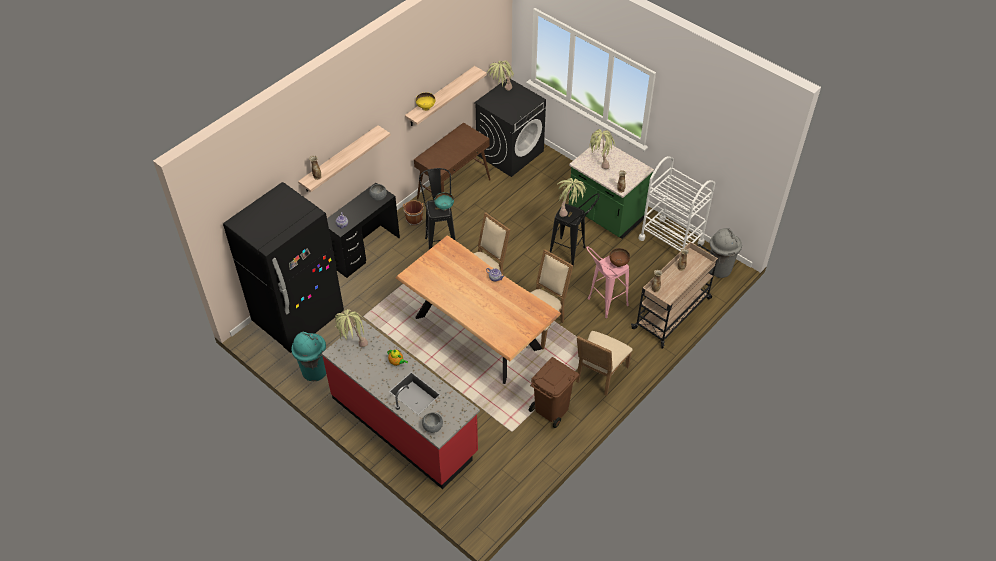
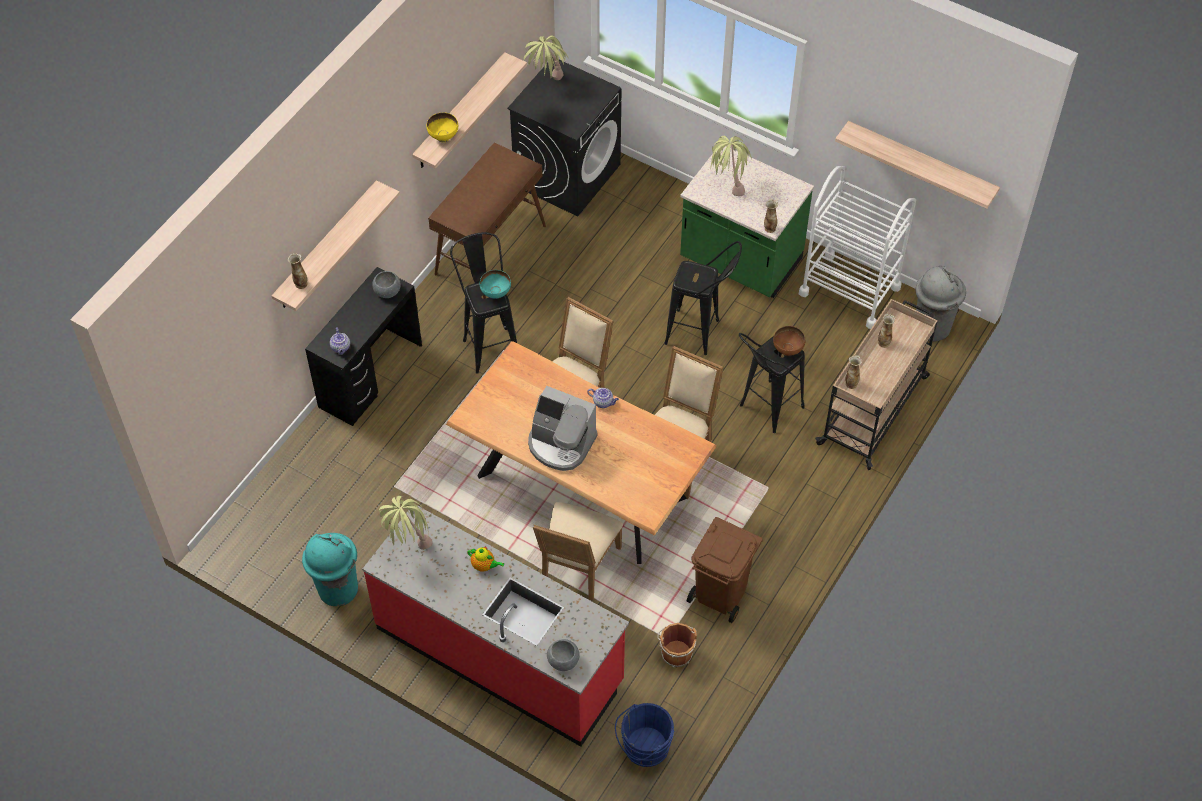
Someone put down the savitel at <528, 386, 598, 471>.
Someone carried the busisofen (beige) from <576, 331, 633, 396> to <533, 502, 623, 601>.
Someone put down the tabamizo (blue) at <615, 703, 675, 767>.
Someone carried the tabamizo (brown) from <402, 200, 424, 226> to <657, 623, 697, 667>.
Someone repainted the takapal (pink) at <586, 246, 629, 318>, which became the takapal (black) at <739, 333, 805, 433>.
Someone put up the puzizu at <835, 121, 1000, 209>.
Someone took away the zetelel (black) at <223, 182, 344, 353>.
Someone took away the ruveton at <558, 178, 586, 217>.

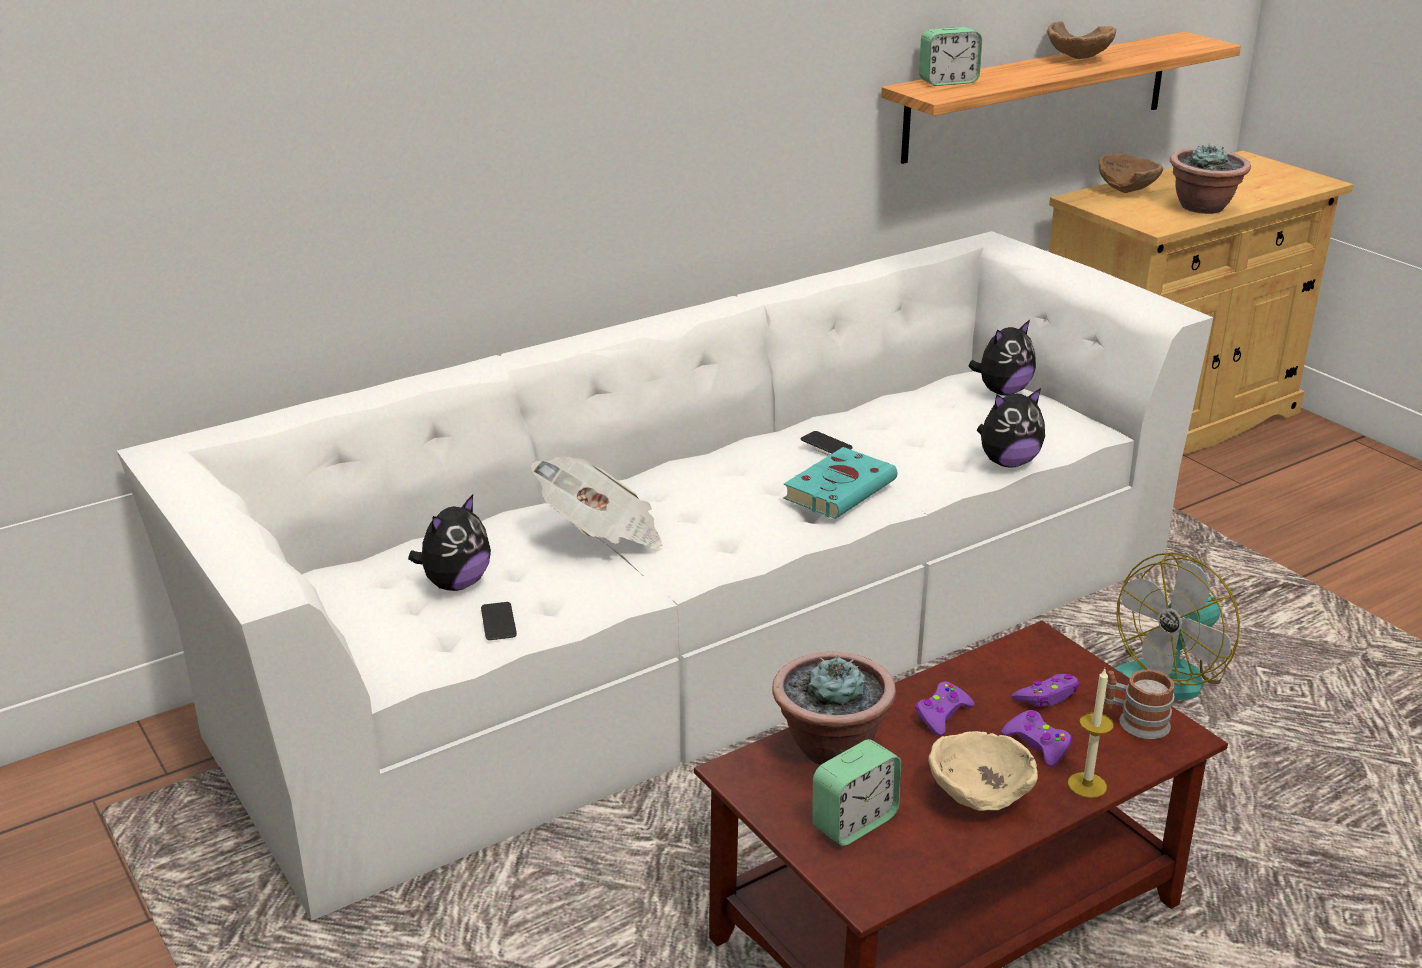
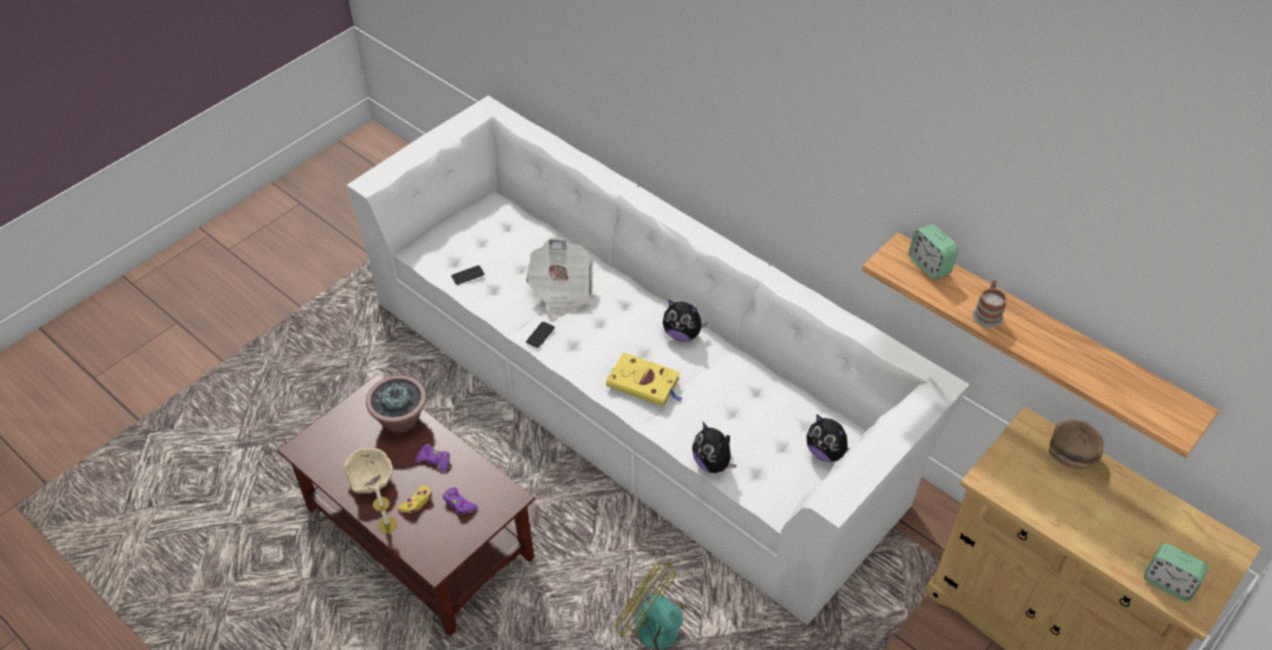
Someone repainted the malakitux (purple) at <1002, 710, 1072, 767>, which became the malakitux (yellow) at <398, 485, 432, 513>.
Someone carried the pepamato from <801, 431, 853, 454> to <526, 322, 555, 348>.
Someone repainted the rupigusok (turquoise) at <783, 447, 897, 519>, which became the rupigusok (yellow) at <606, 352, 683, 407>.
Someone carried the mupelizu from <408, 494, 491, 591> to <663, 300, 708, 342>.
Someone carried the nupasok from <1104, 670, 1174, 739> to <973, 280, 1007, 328>.
Someone carried the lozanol from <812, 739, 901, 846> to <1144, 543, 1208, 601>.
Someone took away the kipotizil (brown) at <1047, 21, 1116, 59>.
Someone took away the ruveton at <1170, 143, 1251, 214>.

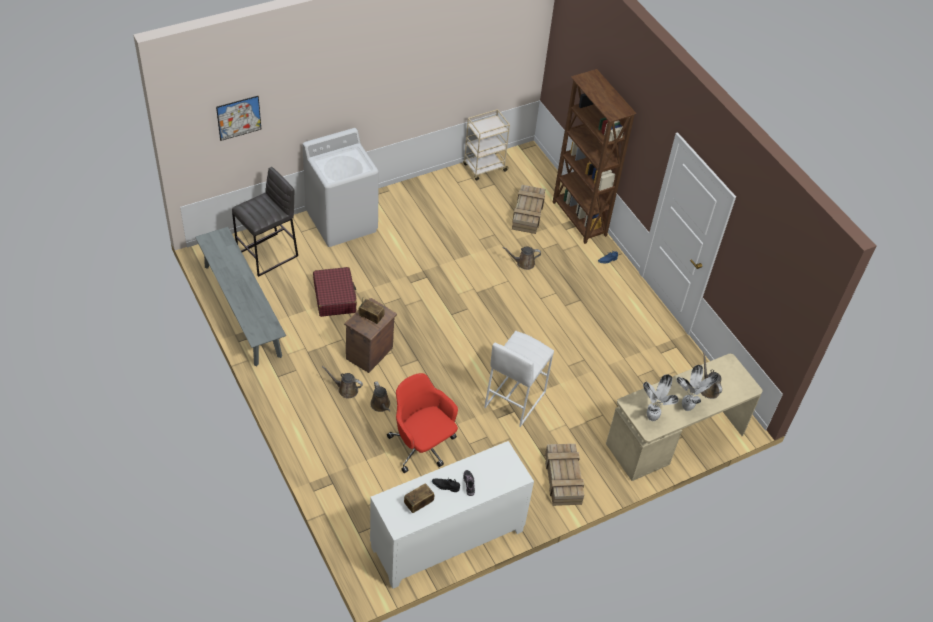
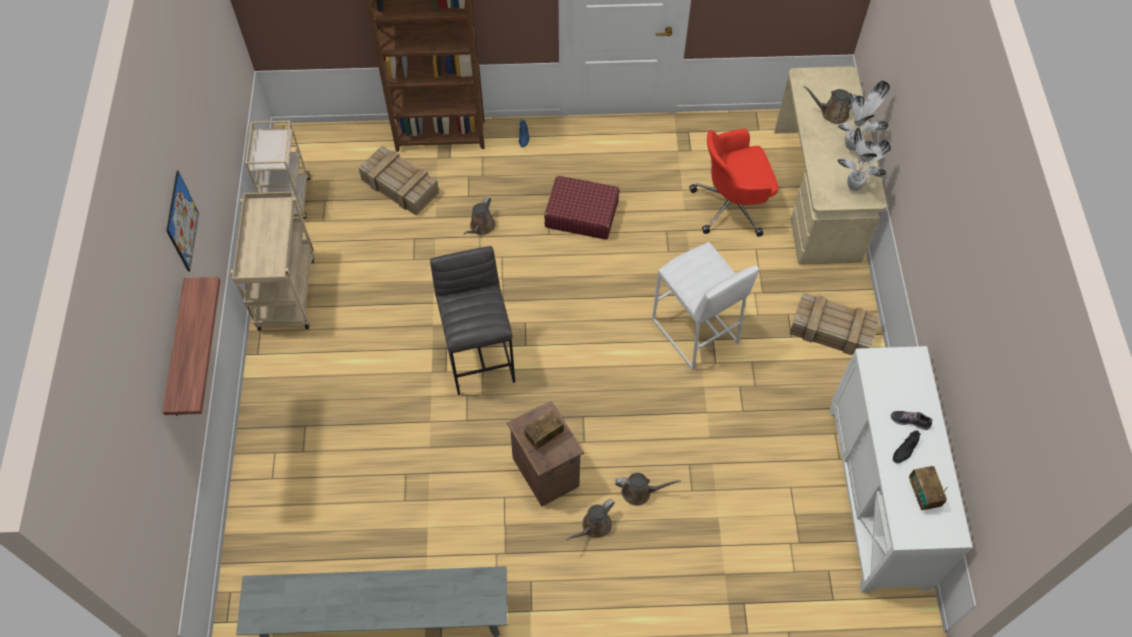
Someone put up the puzizu at <162, 277, 220, 416>.
Someone carried the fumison from <216, 96, 261, 141> to <166, 171, 199, 272>.
Someone put down the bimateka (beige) at <231, 192, 314, 331>.
Someone carried the takapal (grey) from <232, 167, 298, 277> to <430, 246, 515, 395>.
Someone carried the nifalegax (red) from <313, 267, 357, 317> to <544, 176, 620, 239>.
Someone carried the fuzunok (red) from <387, 373, 458, 473> to <689, 129, 778, 237>.
Someone took away the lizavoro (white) at <303, 128, 379, 247>.

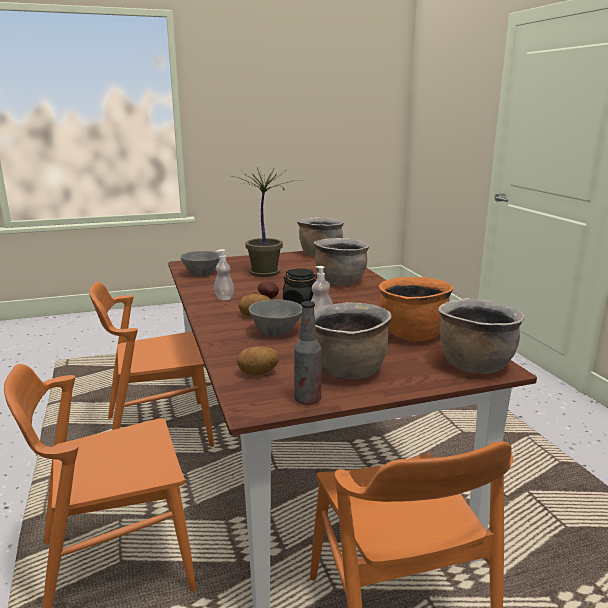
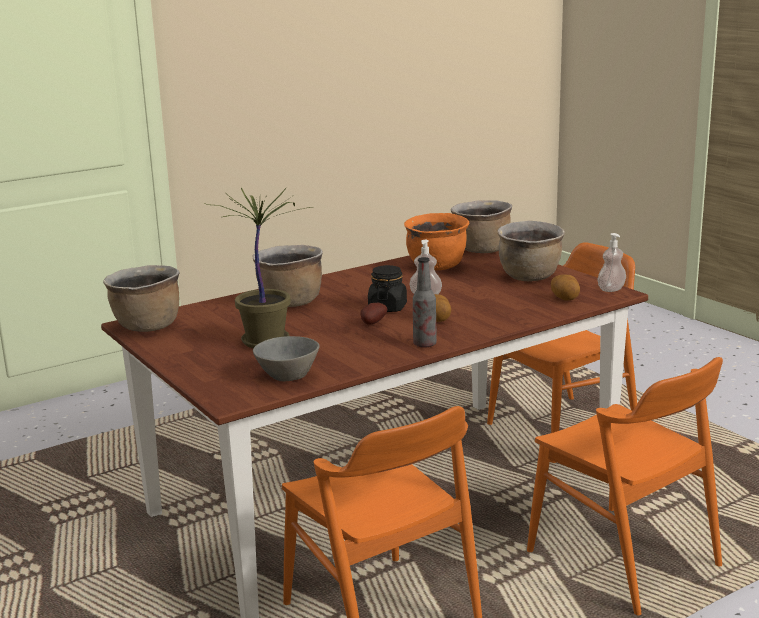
Someone carried the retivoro from <294, 301, 321, 405> to <413, 257, 437, 348>.
Someone carried the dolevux from <214, 249, 234, 300> to <597, 233, 626, 292>.
Someone took away the kipotizil (grey) at <249, 299, 302, 336>.

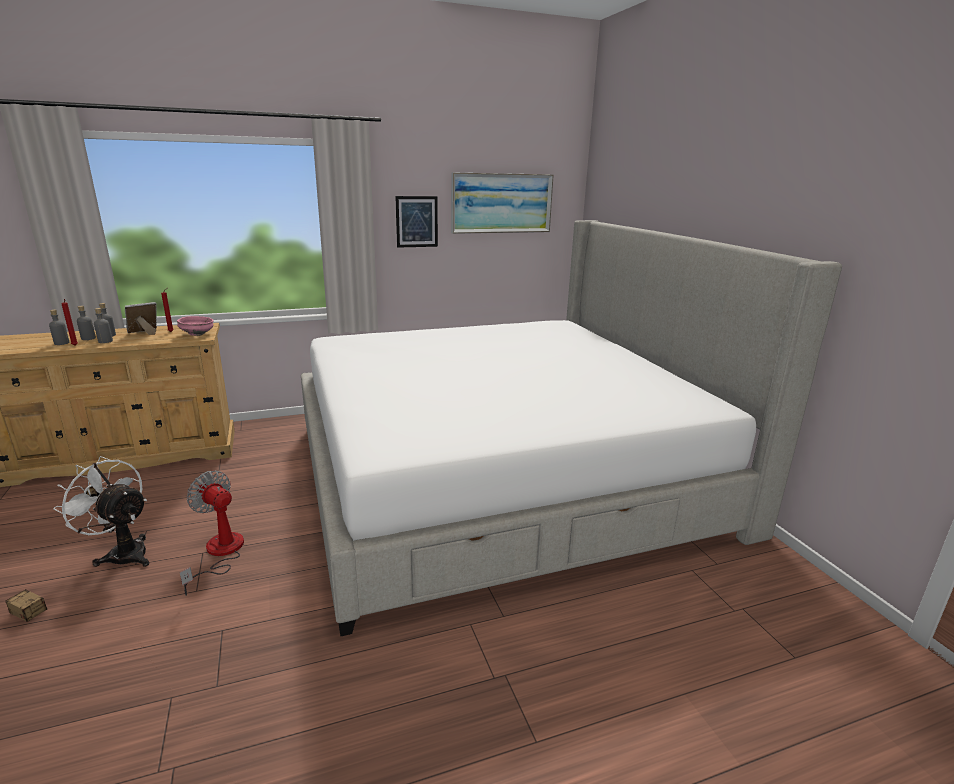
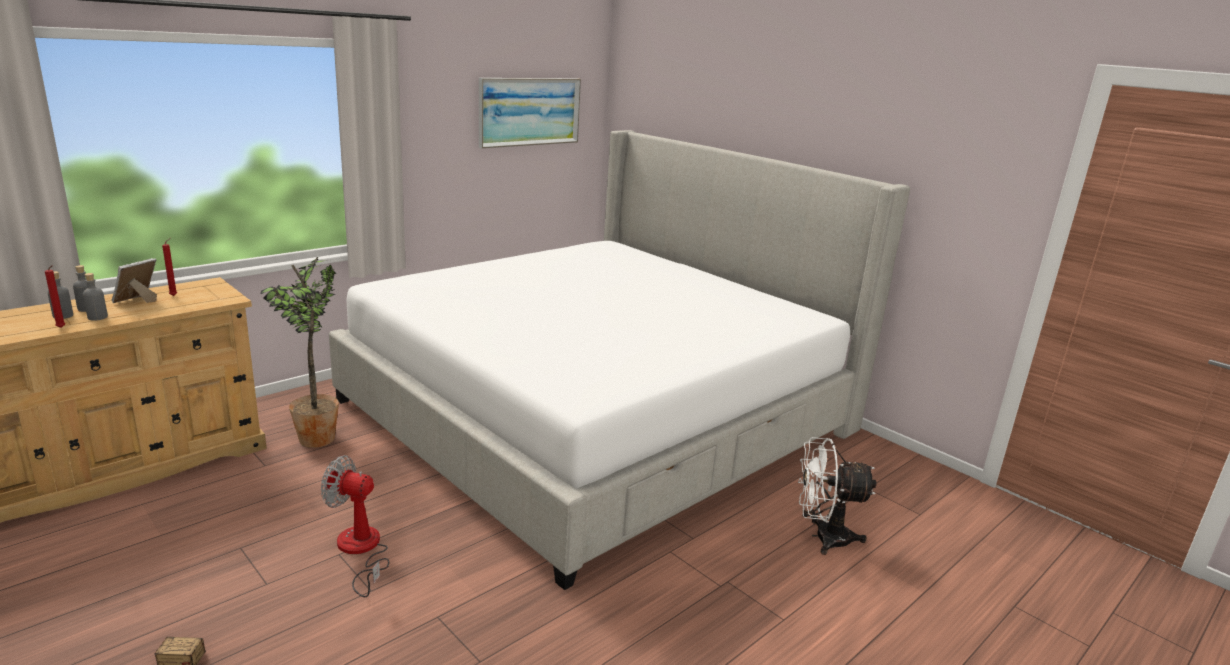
Someone put down the ruveton at <261, 257, 339, 448>.
Someone carried the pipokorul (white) from <53, 456, 149, 567> to <798, 437, 877, 555>.
Someone took away the retivoro (grey) at <49, 309, 69, 345>.
Someone took away the kipotizil (pink) at <177, 316, 214, 336>.
Someone took away the fumison at <395, 196, 438, 248>.

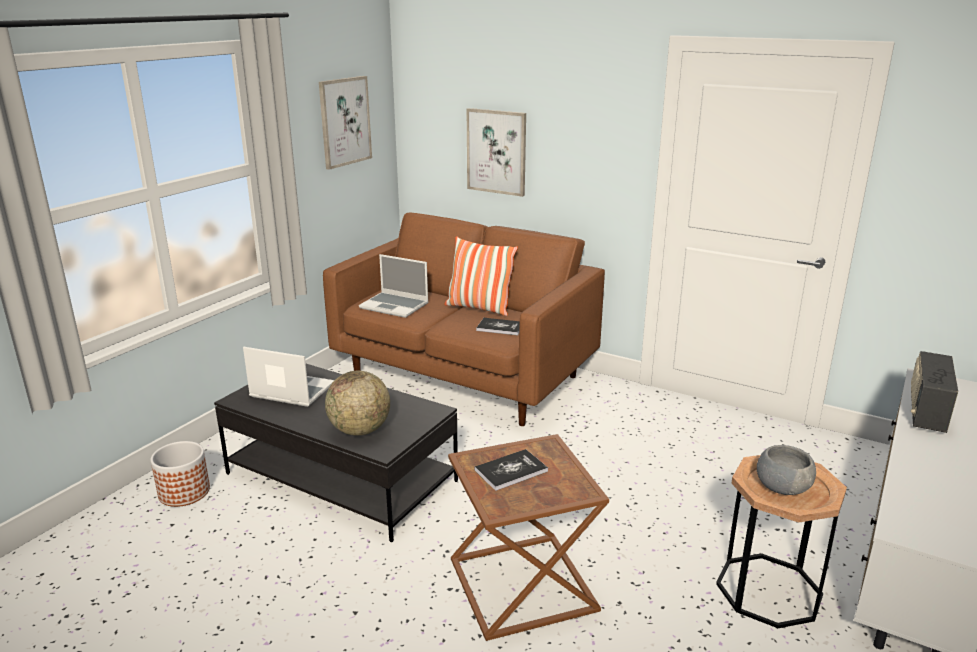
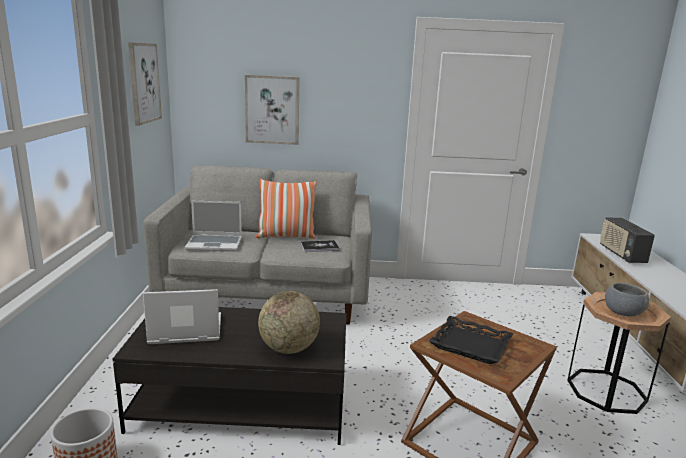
Someone repainted the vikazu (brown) at <323, 213, 605, 426>, which became the vikazu (grey) at <144, 165, 372, 325>.
Someone swapped the rupigusok at <474, 449, 548, 491> for the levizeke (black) at <429, 316, 513, 364>.

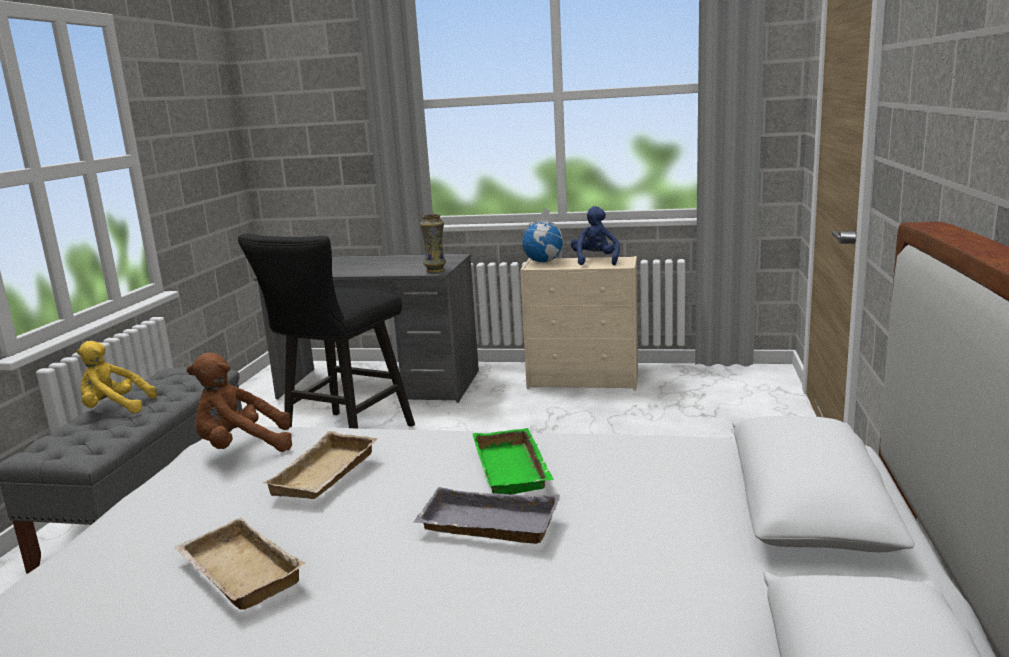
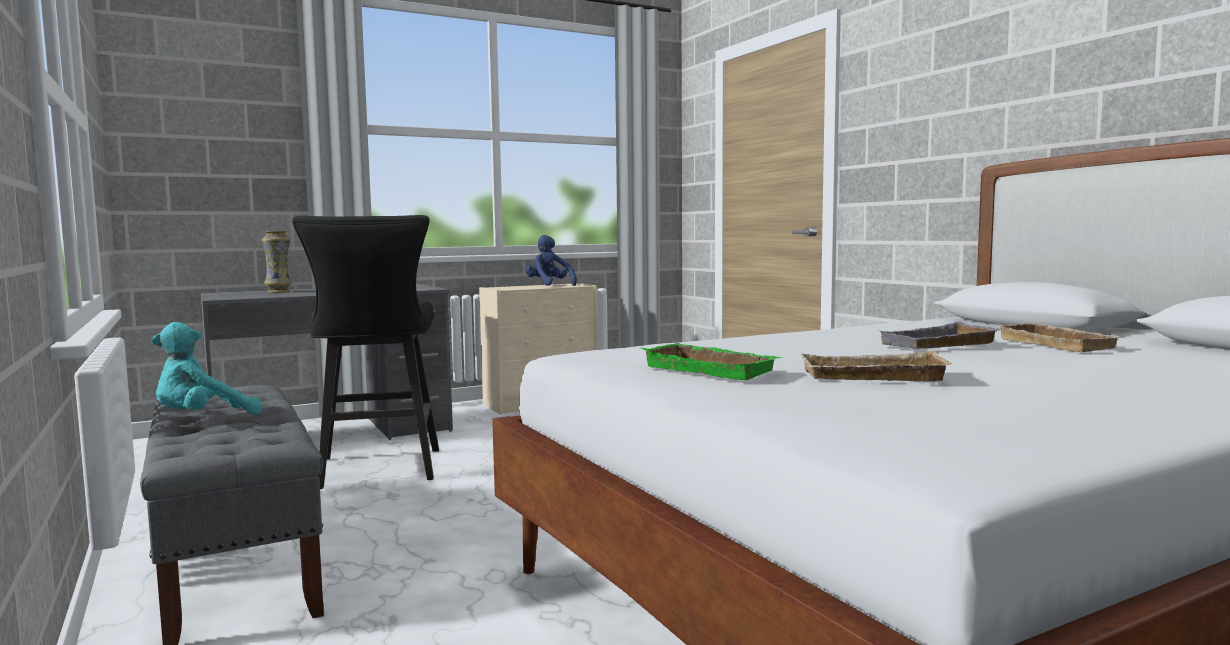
Someone repainted the mupelizu (yellow) at <77, 341, 157, 413>, which became the mupelizu (turquoise) at <152, 322, 262, 415>.
Someone carried the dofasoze from <420, 214, 446, 273> to <262, 231, 291, 293>.
Someone carried the levizeke (green) from <473, 428, 554, 495> to <641, 343, 783, 380>.
Someone carried the levizeke (beige) from <264, 431, 378, 499> to <995, 323, 1125, 352>.
Someone took away the mupelizu (brown) at <187, 353, 292, 452>.
Someone took away the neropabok at <521, 208, 566, 263>.

